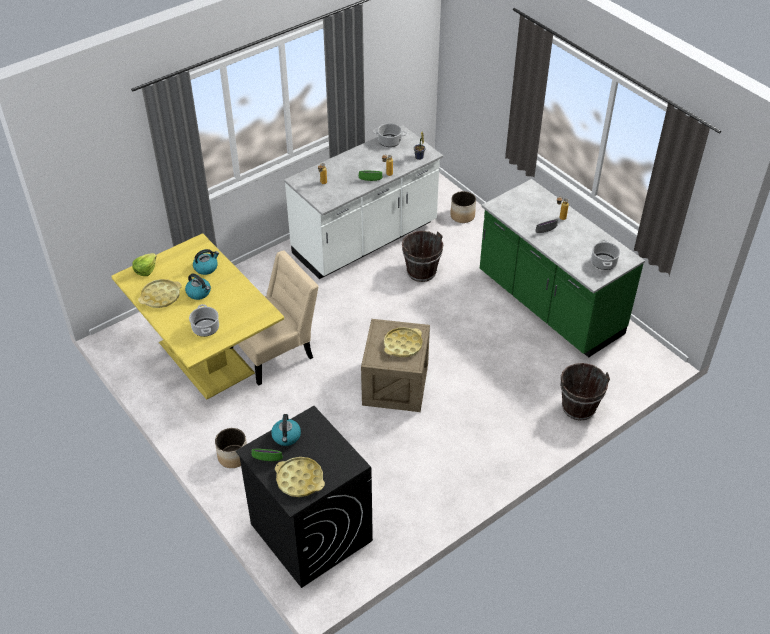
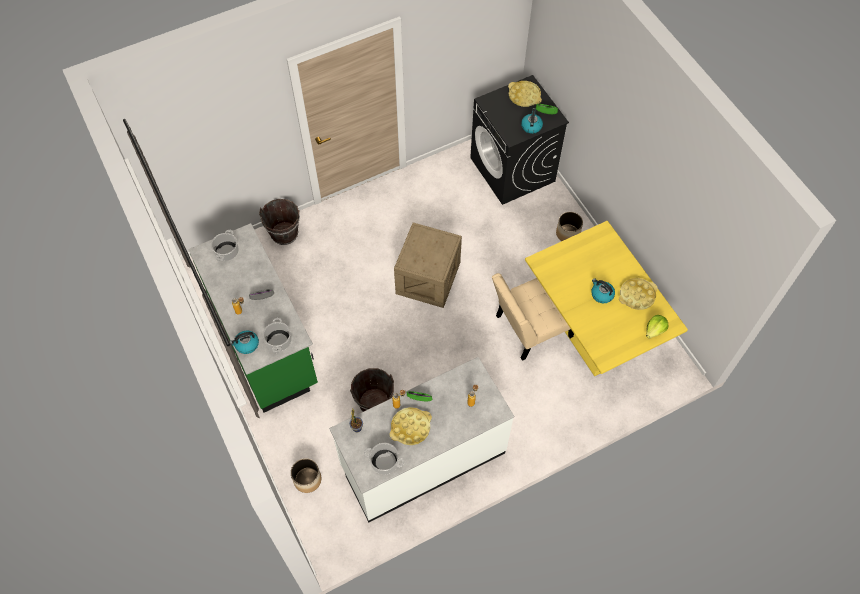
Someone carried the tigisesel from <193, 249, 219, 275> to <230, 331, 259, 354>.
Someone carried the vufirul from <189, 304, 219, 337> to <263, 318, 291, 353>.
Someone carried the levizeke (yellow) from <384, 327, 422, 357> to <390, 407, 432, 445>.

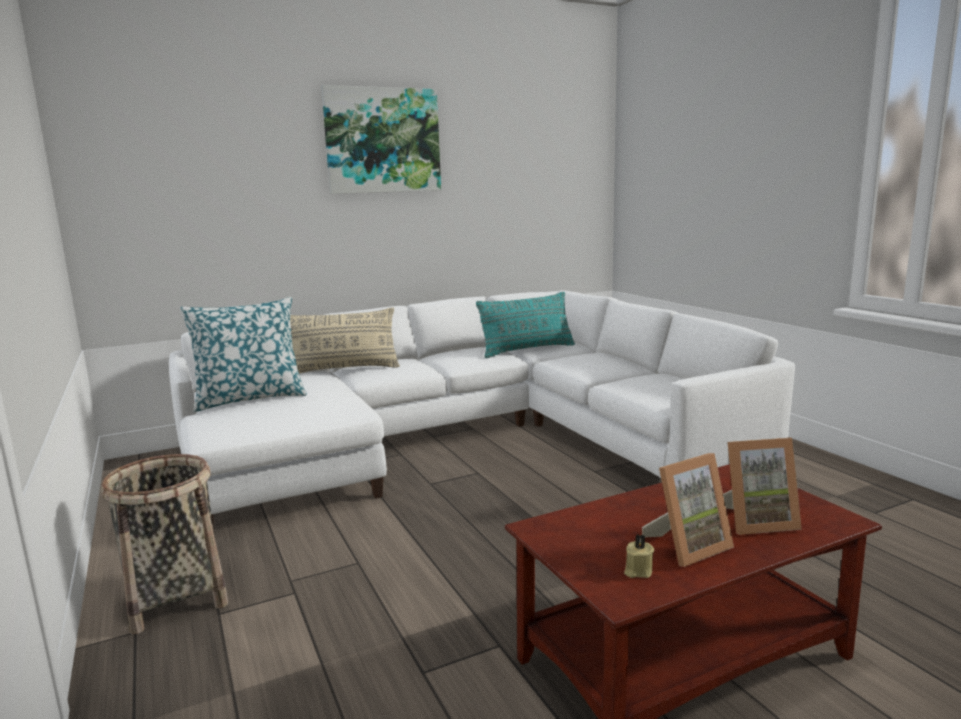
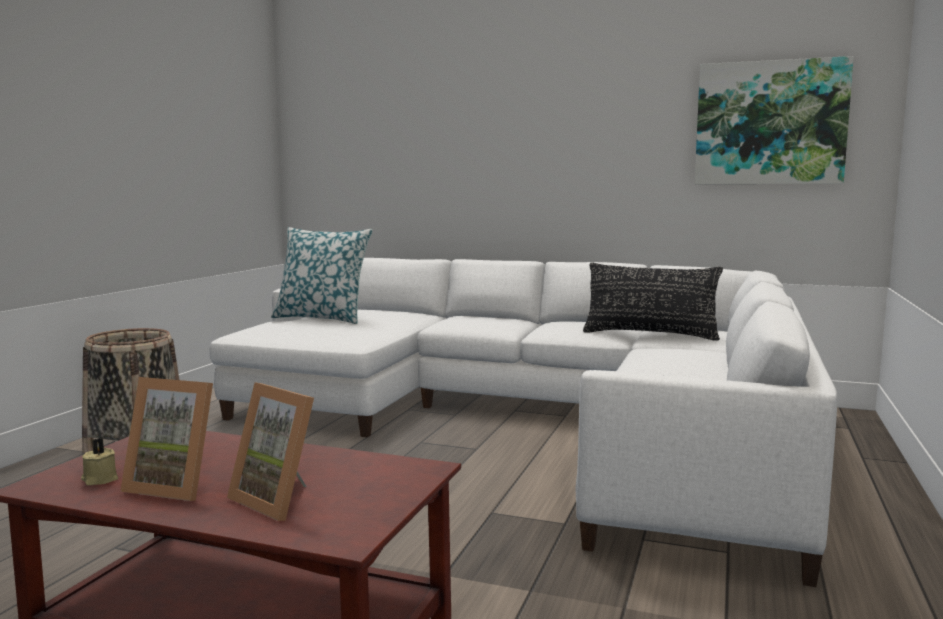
Someone repainted the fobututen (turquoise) at <476, 292, 575, 358>, which became the fobututen (black) at <583, 262, 723, 341>.
Someone carried the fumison from <321, 85, 441, 194> to <695, 56, 854, 184>.
Someone took away the fobututen (beige) at <290, 307, 400, 374>.

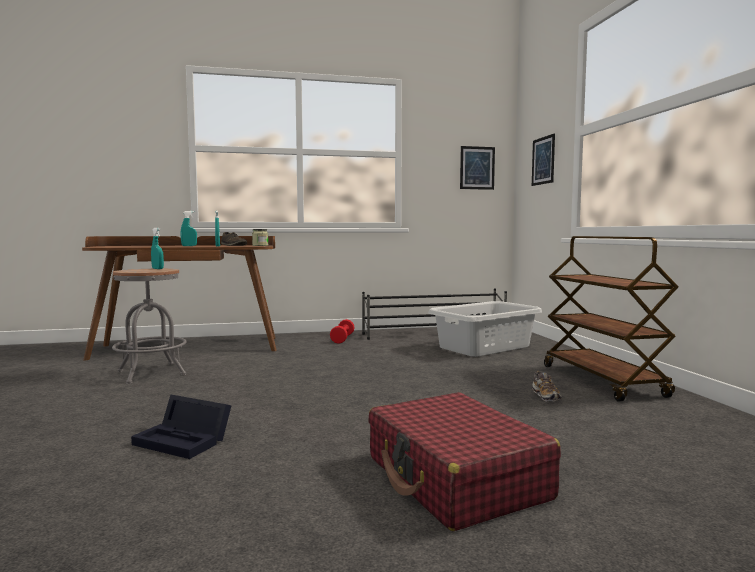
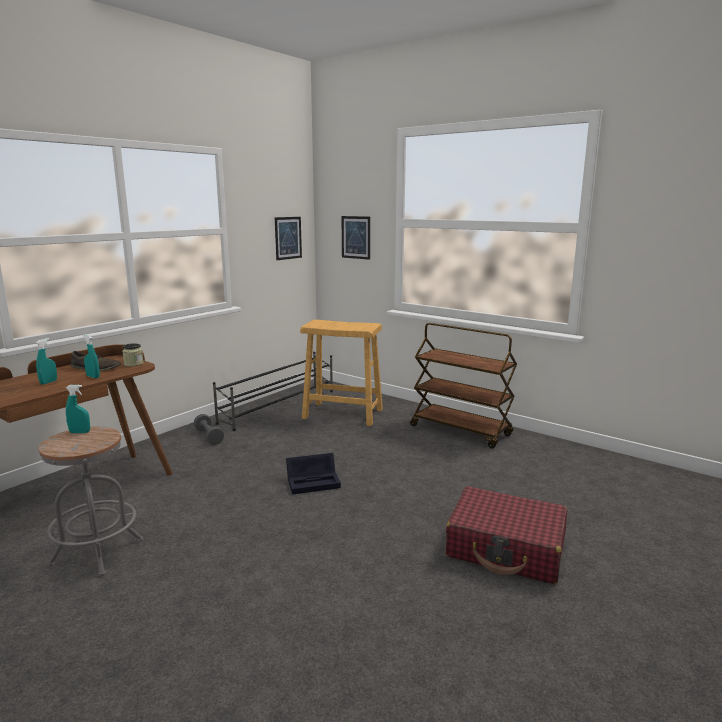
Someone repainted the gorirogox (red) at <330, 319, 355, 344>, which became the gorirogox (grey) at <194, 414, 224, 445>.
Someone carried the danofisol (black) from <131, 395, 232, 459> to <286, 453, 341, 495>.
Someone swapped the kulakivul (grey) at <428, 301, 542, 357> for the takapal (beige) at <300, 320, 383, 426>.
Someone took away the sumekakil at <532, 371, 562, 402>.

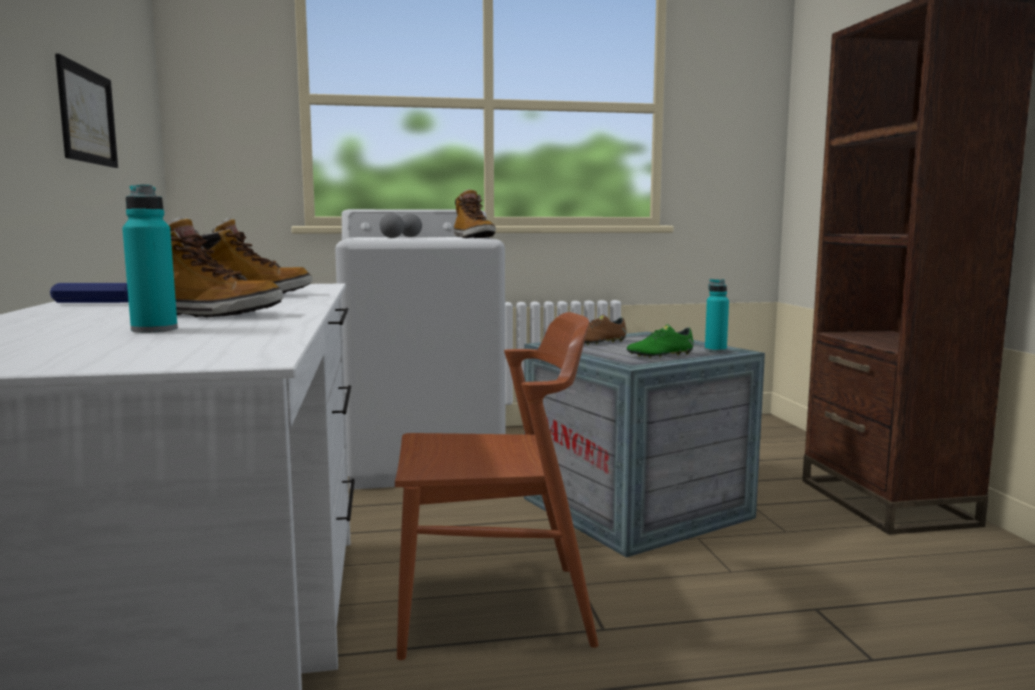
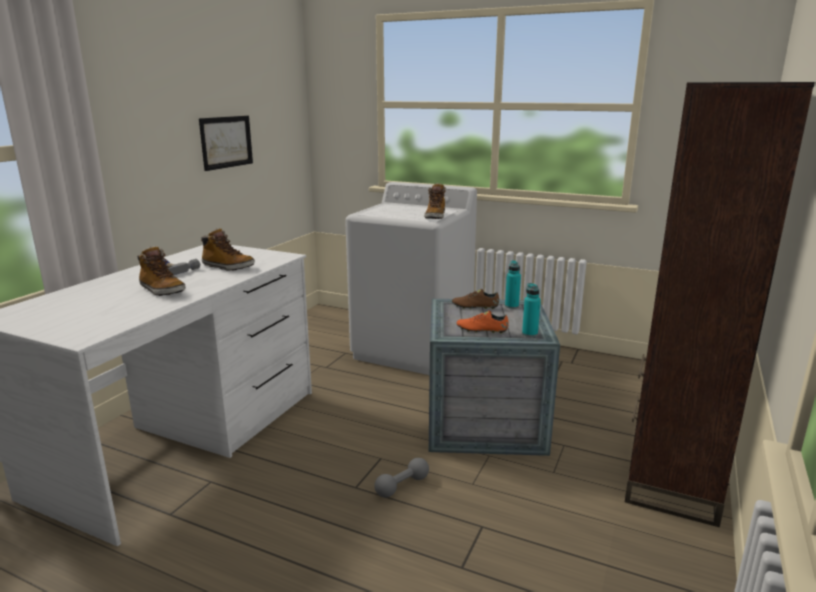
Someone carried the gorirogox (grey) from <380, 213, 422, 238> to <374, 458, 429, 497>.
Someone repainted the sumekakil (green) at <627, 324, 694, 358>, which became the sumekakil (orange) at <456, 311, 509, 334>.
Someone carried the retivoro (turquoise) from <122, 184, 178, 333> to <505, 260, 521, 309>.
Someone took away the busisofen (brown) at <395, 312, 599, 660>.

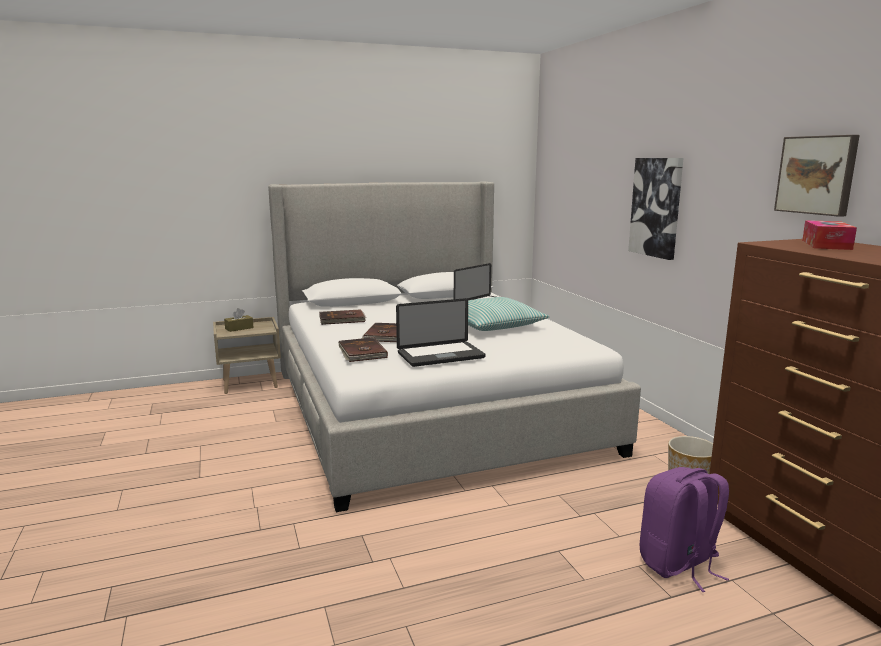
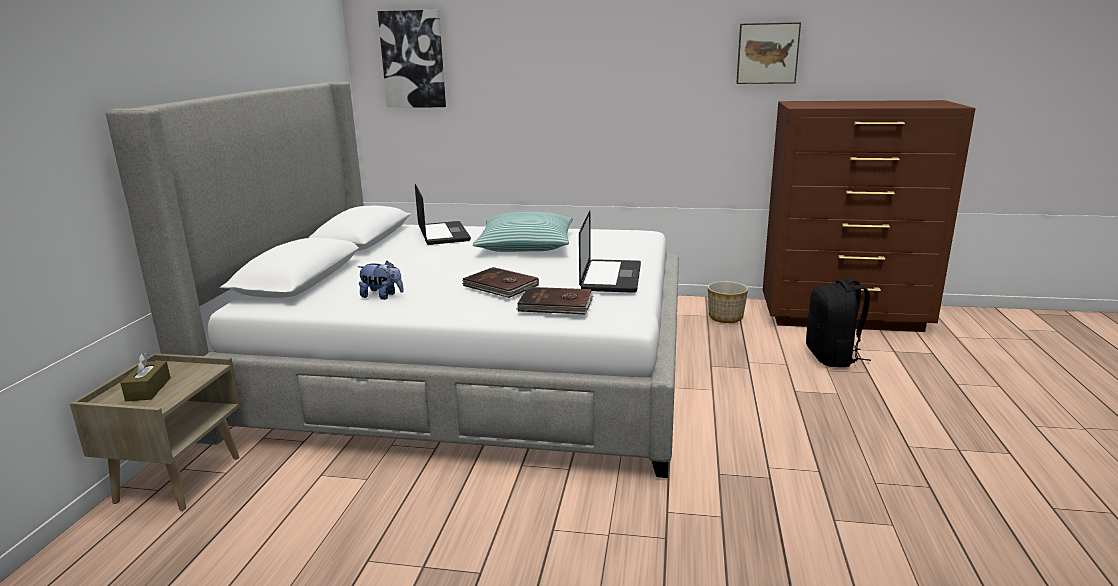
Someone swapped the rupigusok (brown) at <319, 309, 366, 325> for the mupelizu at <358, 261, 404, 300>.
Someone carried the fumison from <628, 158, 683, 260> to <378, 10, 446, 108>.
Someone repainted the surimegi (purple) at <640, 467, 729, 592>, which became the surimegi (black) at <806, 278, 871, 367>.
Someone took away the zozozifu at <802, 220, 857, 250>.

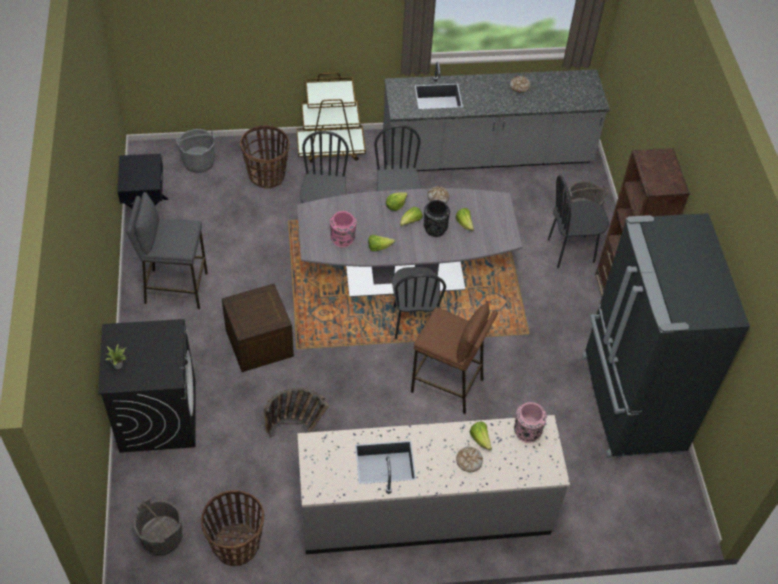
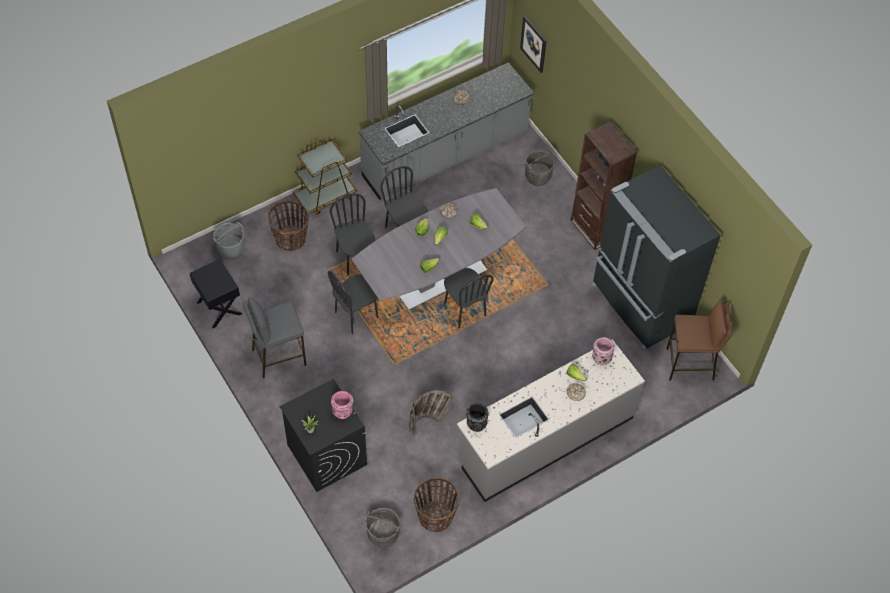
Someone carried the busisofen (black) from <548, 175, 609, 268> to <328, 271, 378, 334>.
Someone carried the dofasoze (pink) from <330, 211, 357, 247> to <331, 391, 353, 419>.
Someone carried the dofasoze (black) from <424, 200, 450, 237> to <466, 403, 489, 432>.
Someone put up the fumison at <520, 16, 547, 73>.
Someone carried the takapal (brown) from <411, 303, 498, 414> to <666, 300, 732, 381>.
Someone took away the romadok at <222, 284, 294, 372>.

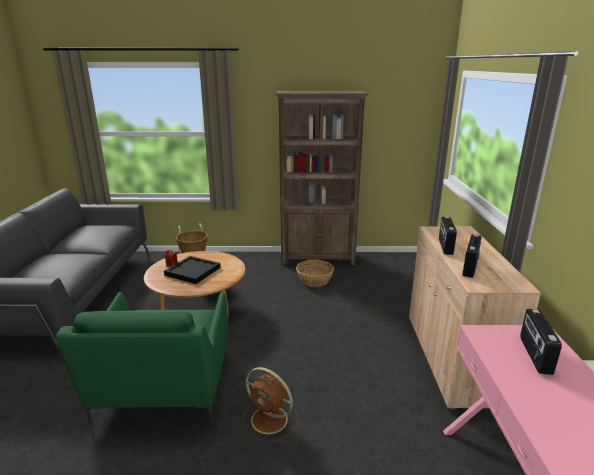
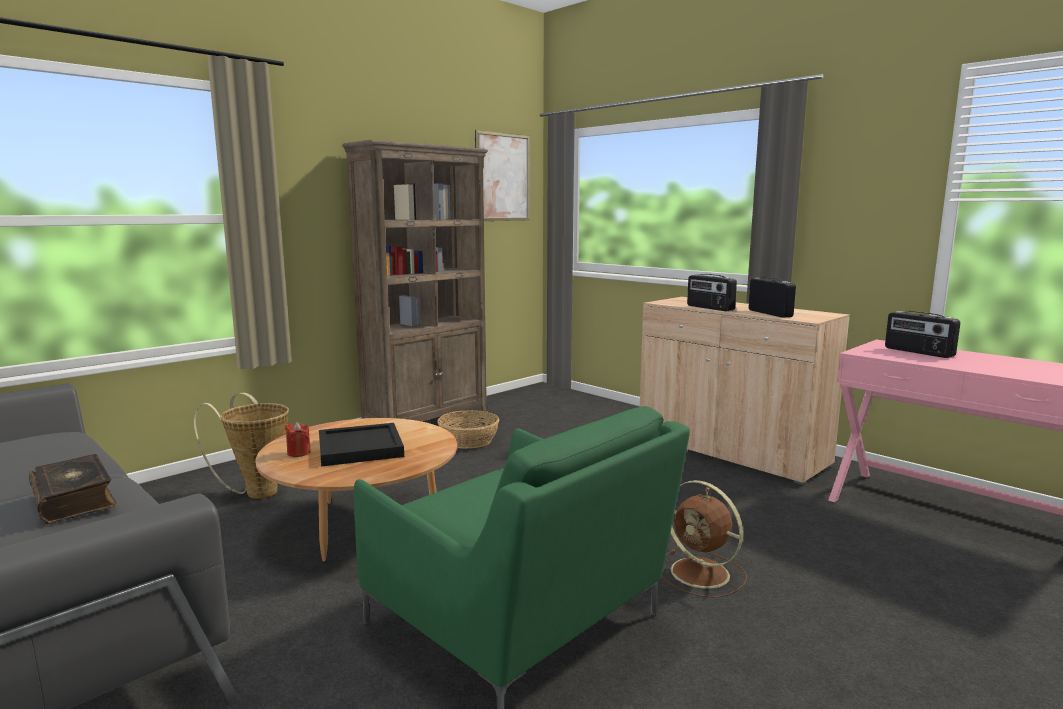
Someone put down the rupigusok at <29, 454, 117, 524>.
Someone put up the fumison at <475, 130, 530, 221>.
Someone rotated the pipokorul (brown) at <242, 367, 298, 442> by 60 degrees clockwise.

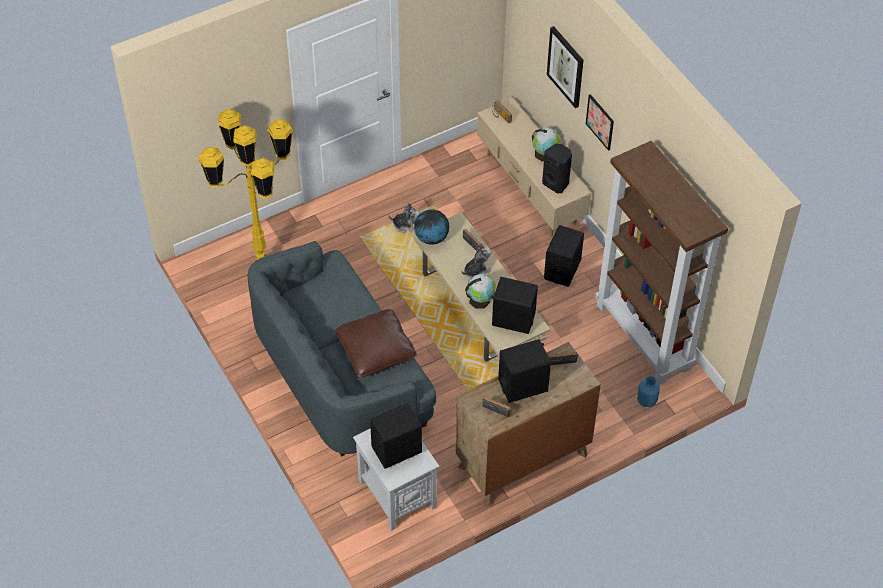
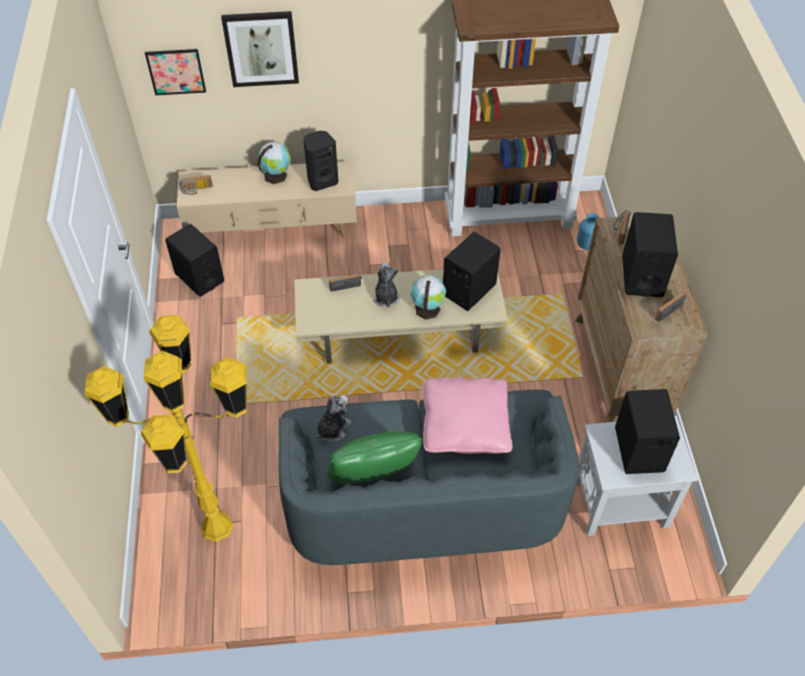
Someone carried the fumison from <586, 94, 614, 151> to <145, 49, 206, 95>.
Someone carried the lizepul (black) from <544, 225, 584, 287> to <165, 224, 224, 297>.
Someone carried the mupelizu from <388, 203, 420, 233> to <317, 395, 352, 442>.
Someone put down the fobututen (green) at <327, 431, 422, 484>.
Someone repainted the fobututen (brown) at <335, 309, 417, 377>, which became the fobututen (pink) at <422, 378, 513, 454>.
Someone took away the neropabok at <414, 209, 449, 245>.

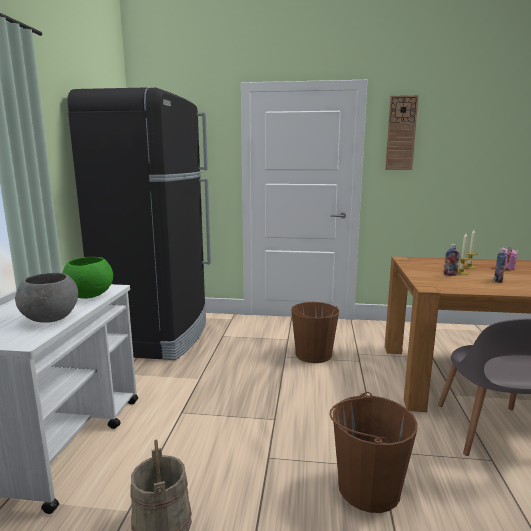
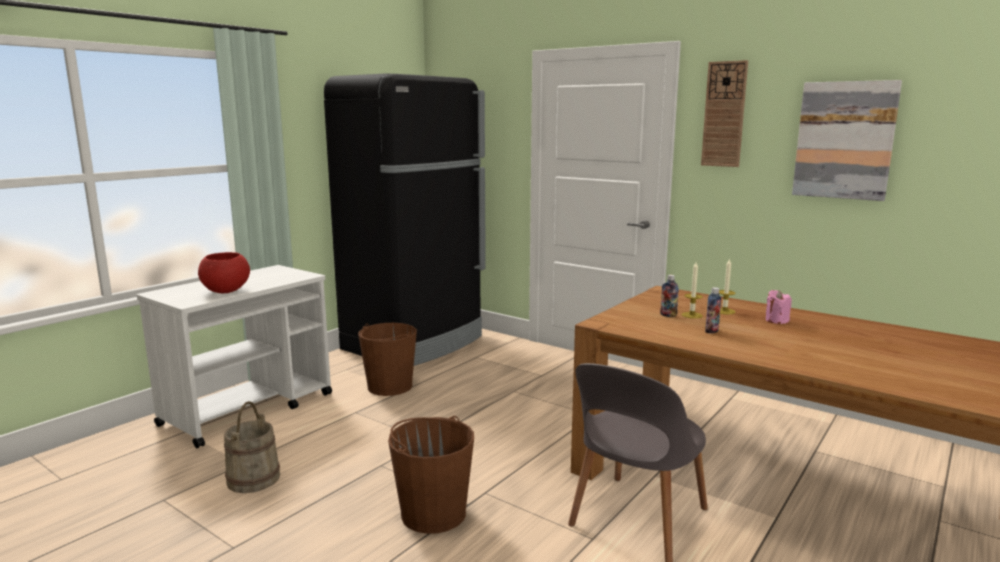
Someone repainted the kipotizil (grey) at <15, 273, 78, 323>, which became the kipotizil (red) at <198, 252, 250, 293>.
Someone carried the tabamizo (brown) from <291, 302, 339, 363> to <358, 323, 417, 396>.
Someone put up the fumison at <792, 80, 902, 201>.
Someone took away the kipotizil (green) at <62, 257, 113, 299>.

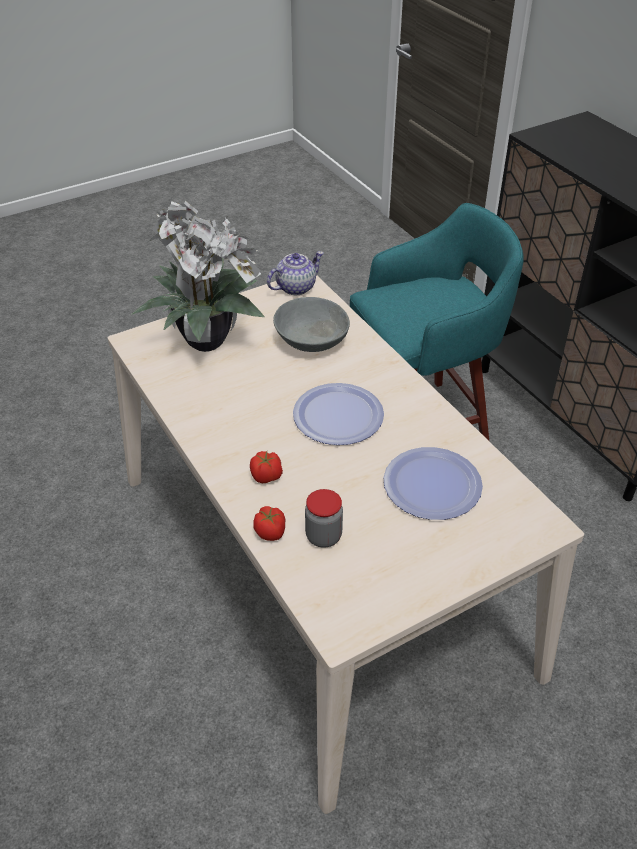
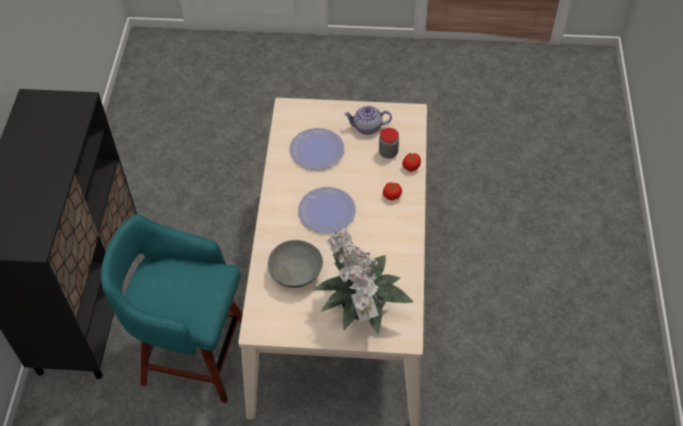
Someone carried the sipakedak from <267, 251, 324, 295> to <344, 105, 392, 135>.

